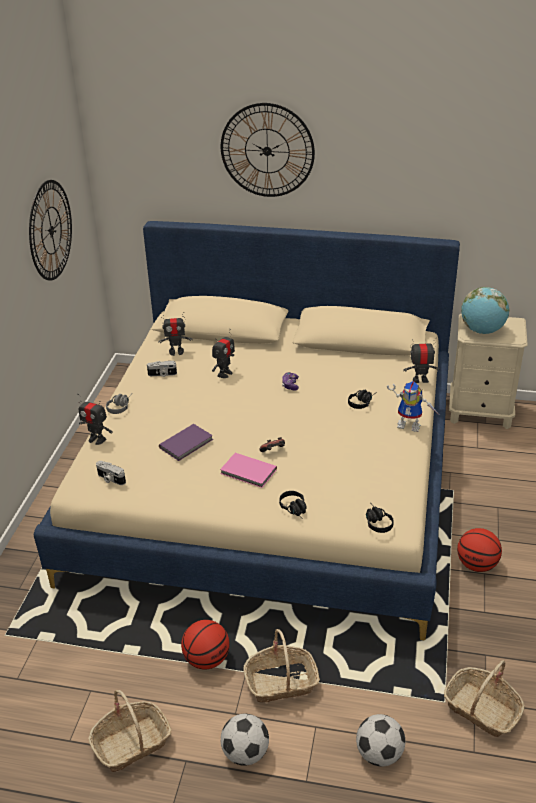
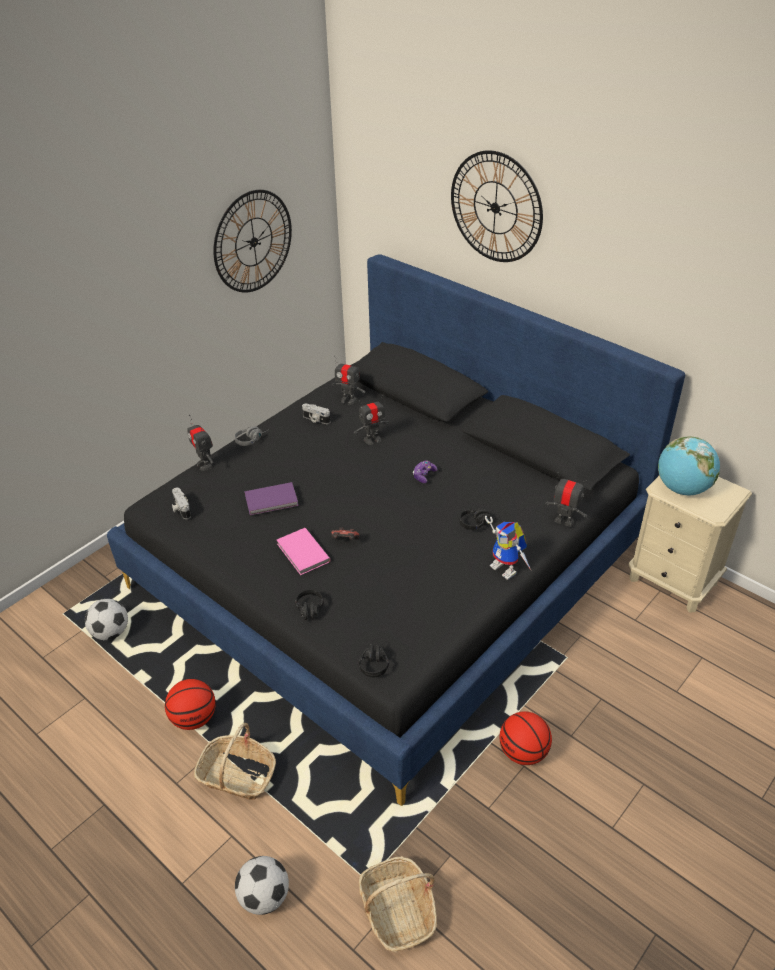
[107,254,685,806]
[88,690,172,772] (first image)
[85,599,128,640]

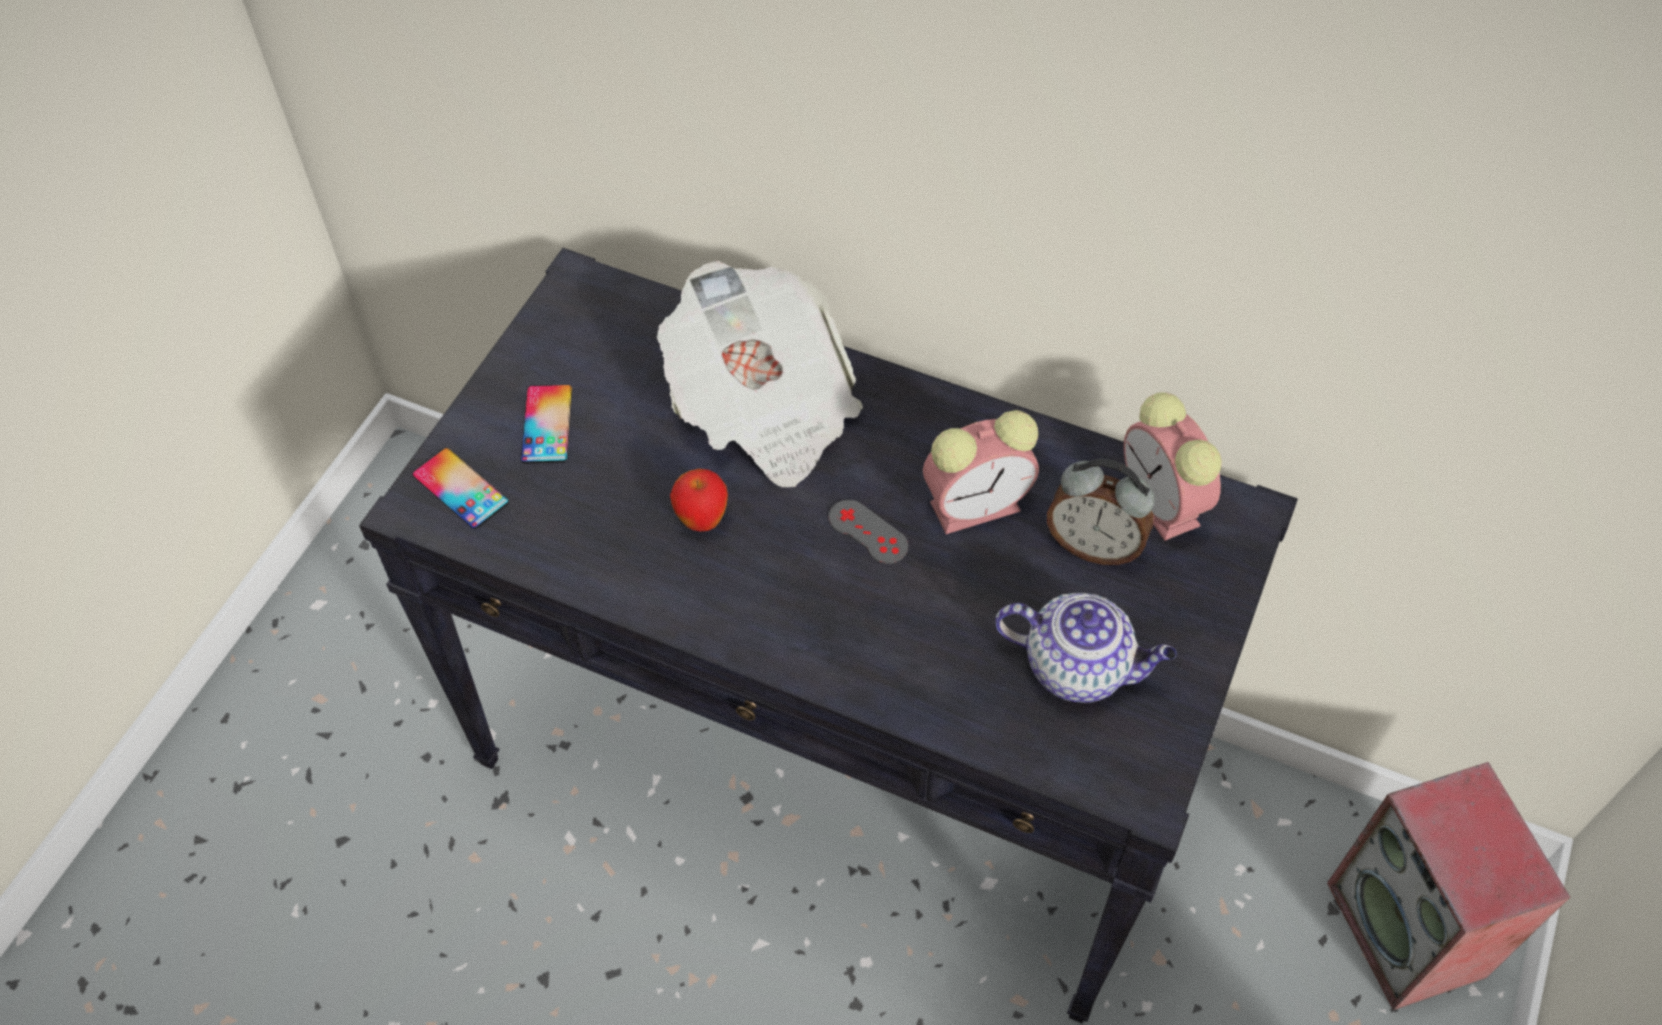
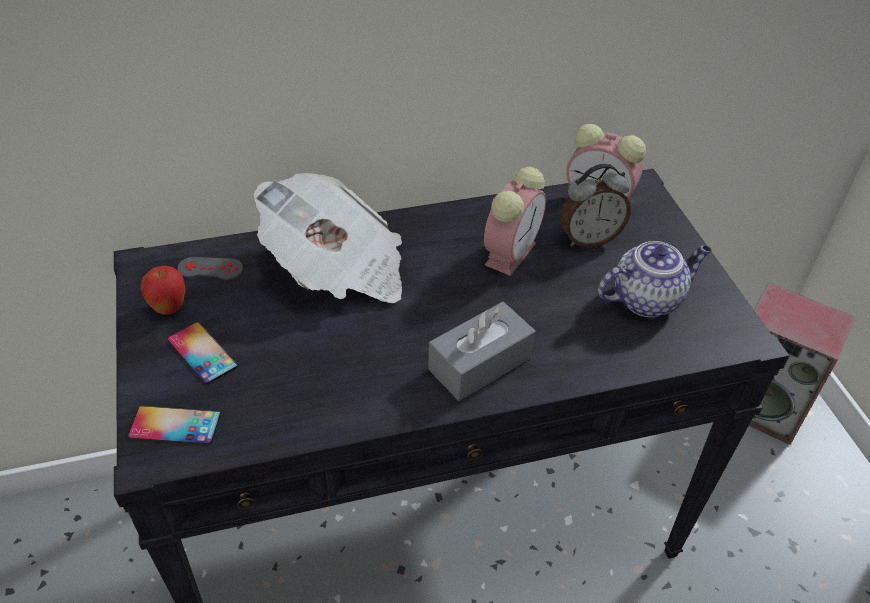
[141,266,185,314]
[177,257,243,280]
[428,302,536,401]

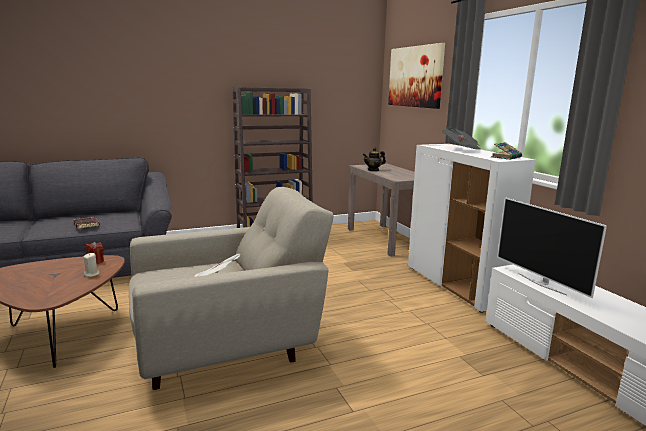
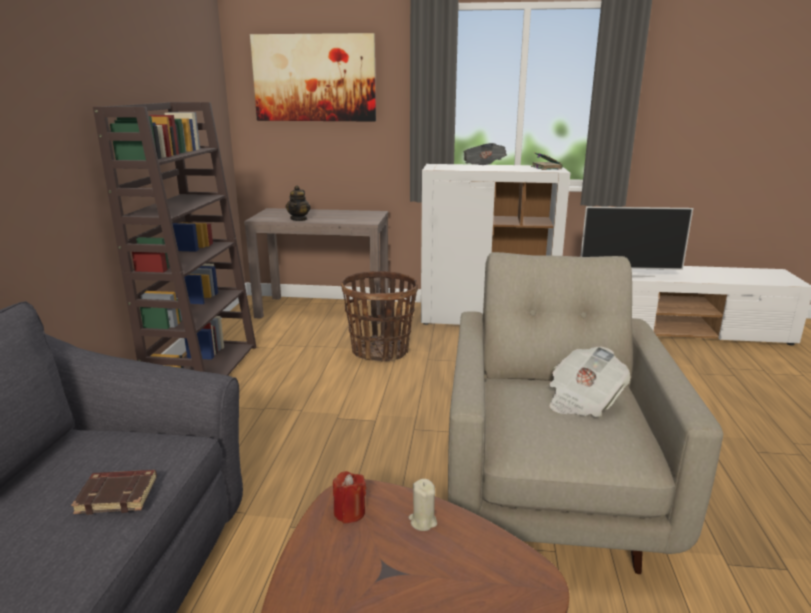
[341,271,418,362]

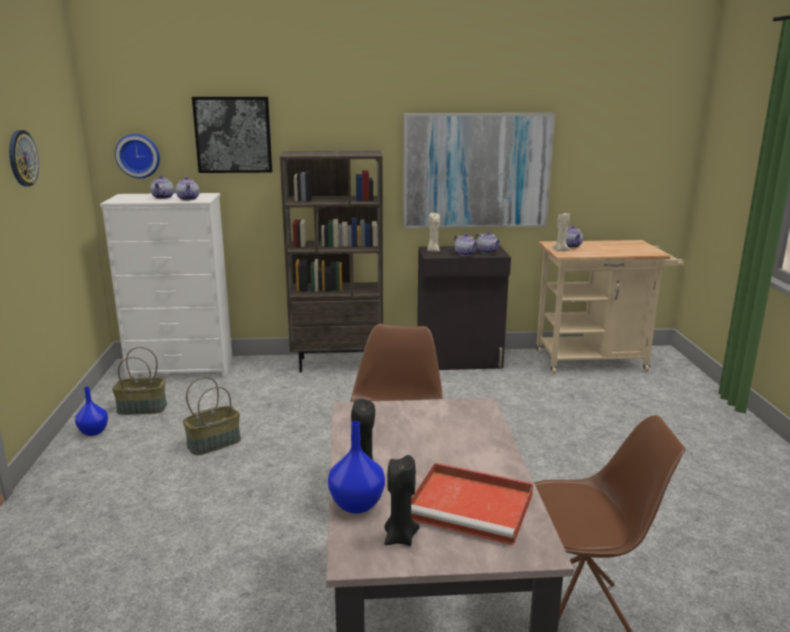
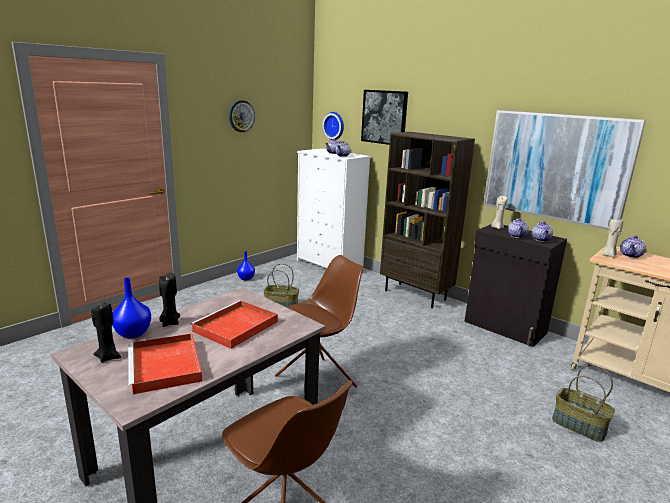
[552,364,615,442]
[191,300,278,349]

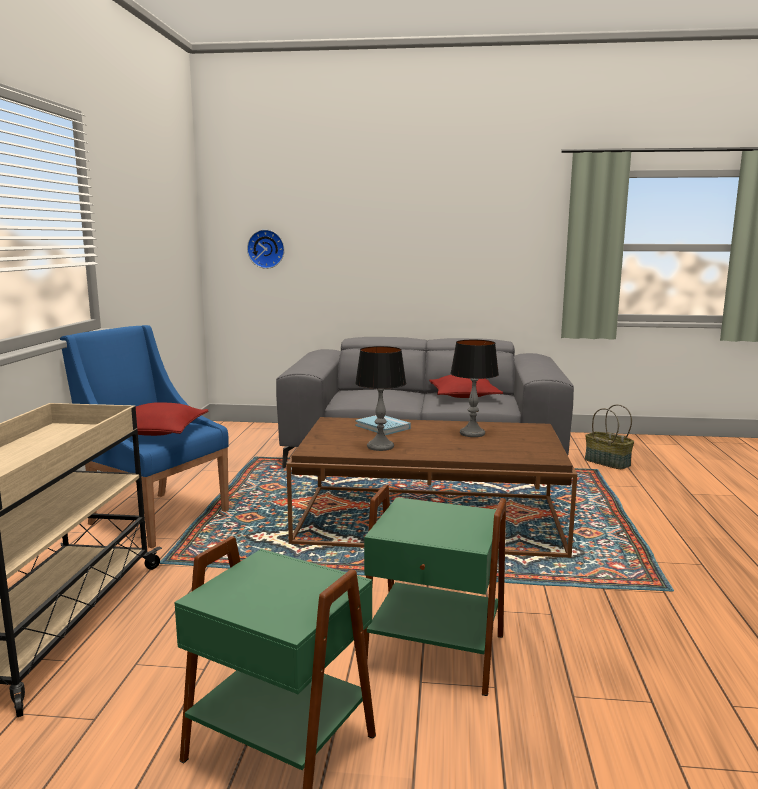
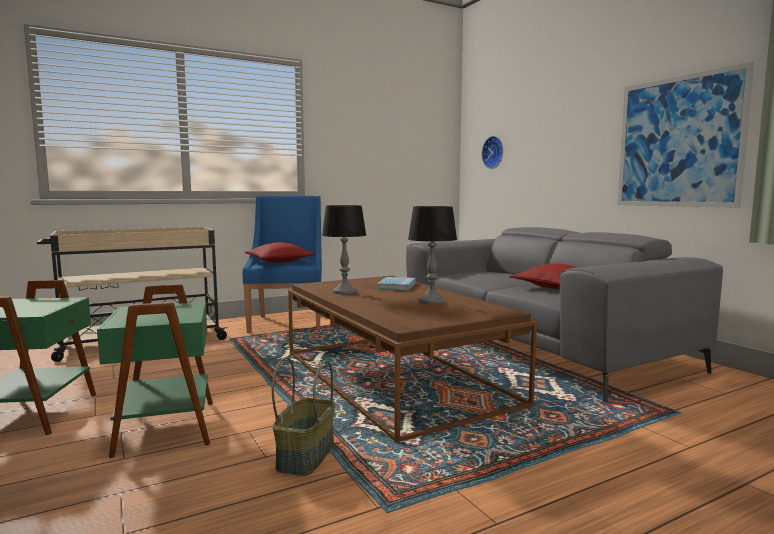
[272,357,335,476]
[617,61,754,208]

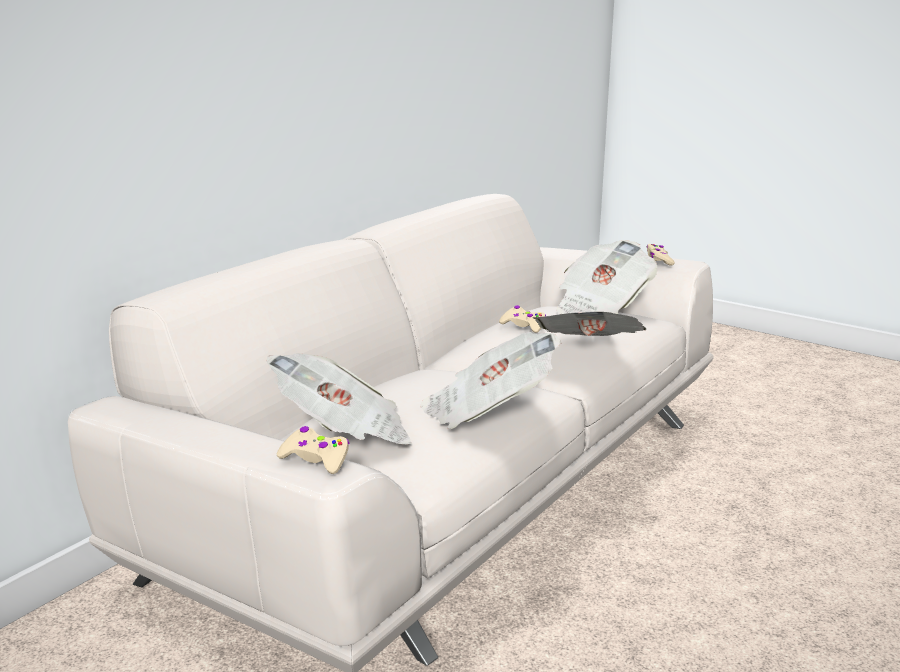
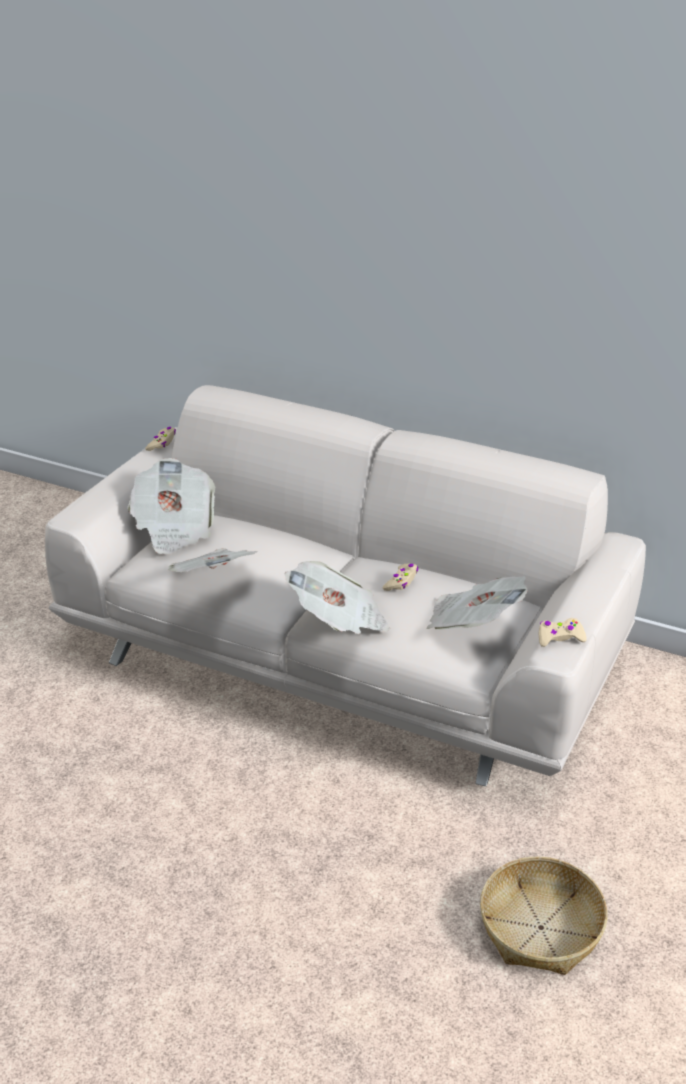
[145,427,176,451]
[480,857,608,975]

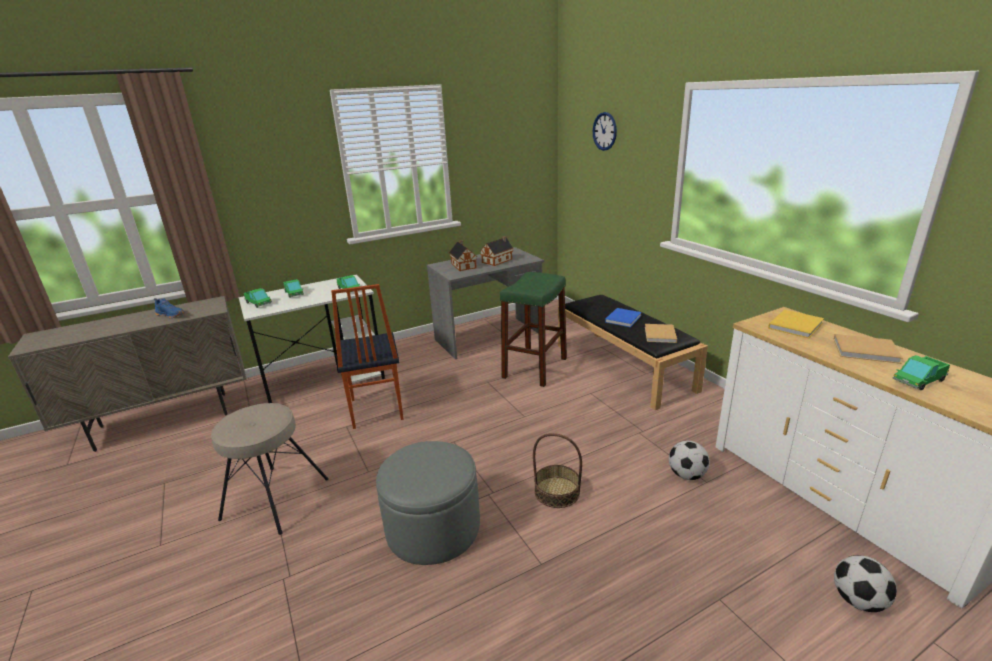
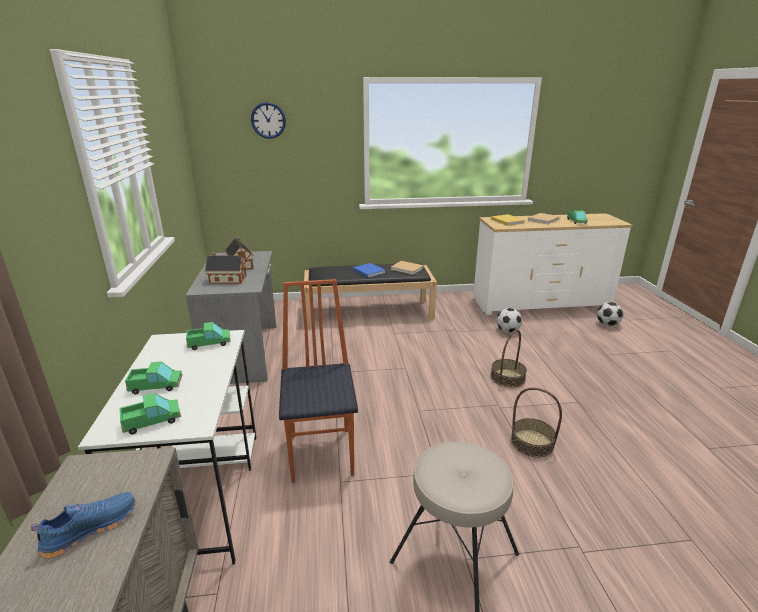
[500,272,567,387] (first image)
[279,279,358,483]
[511,387,562,458]

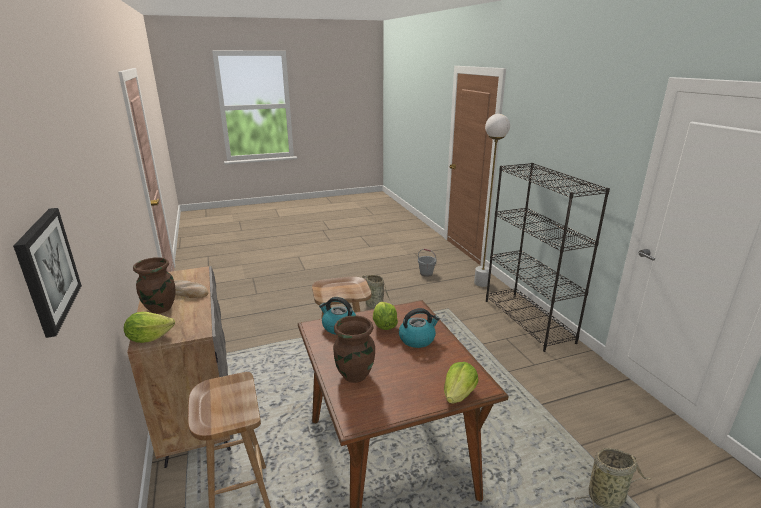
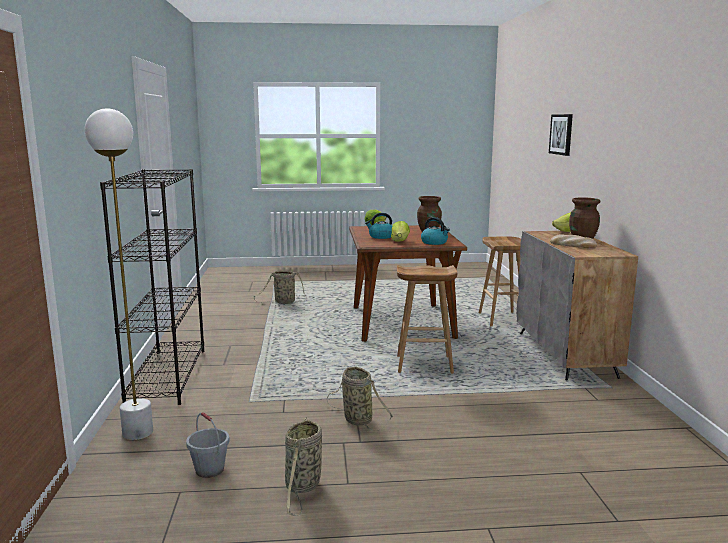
[285,417,322,516]

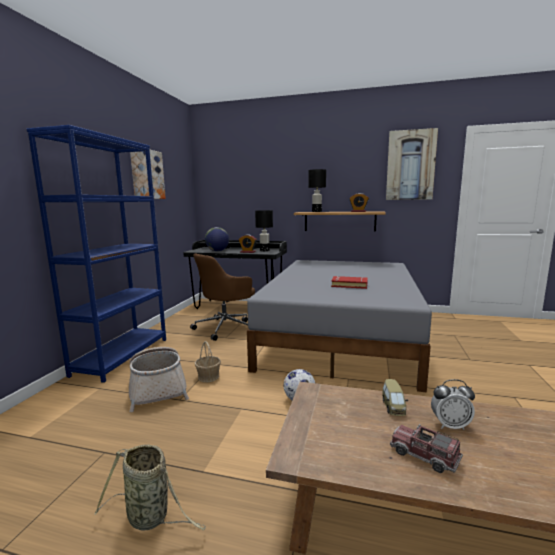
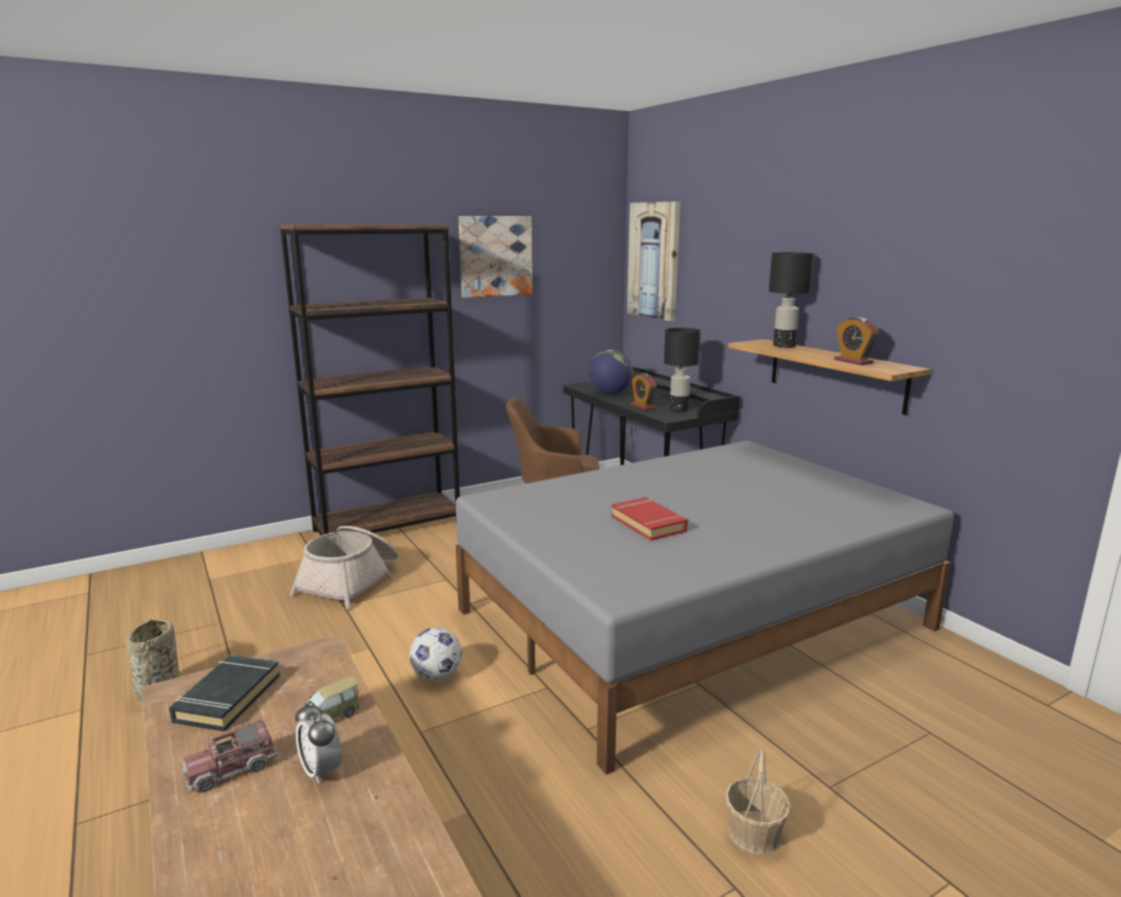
[279,224,460,535]
[627,201,680,321]
[725,749,791,854]
[182,720,278,793]
[169,655,280,731]

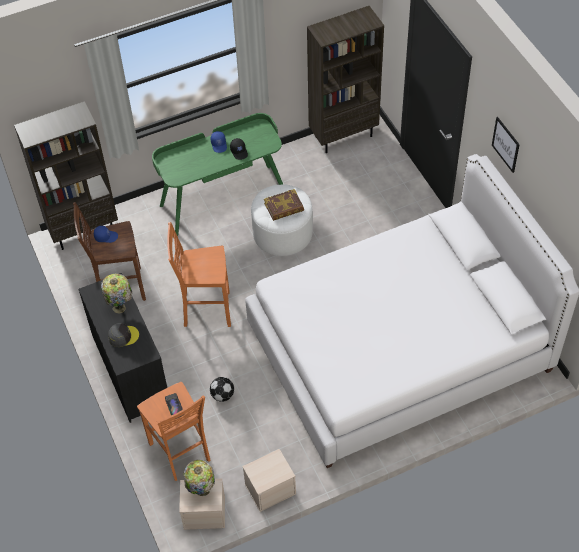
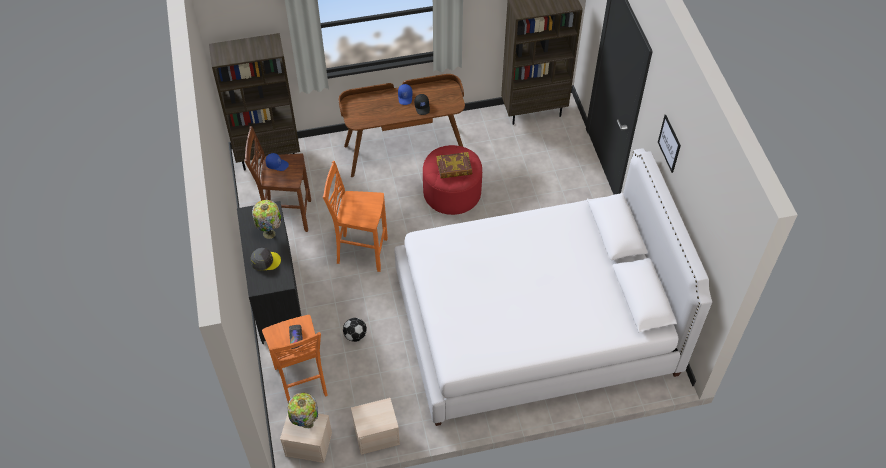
[339,74,465,177]
[423,145,482,215]

